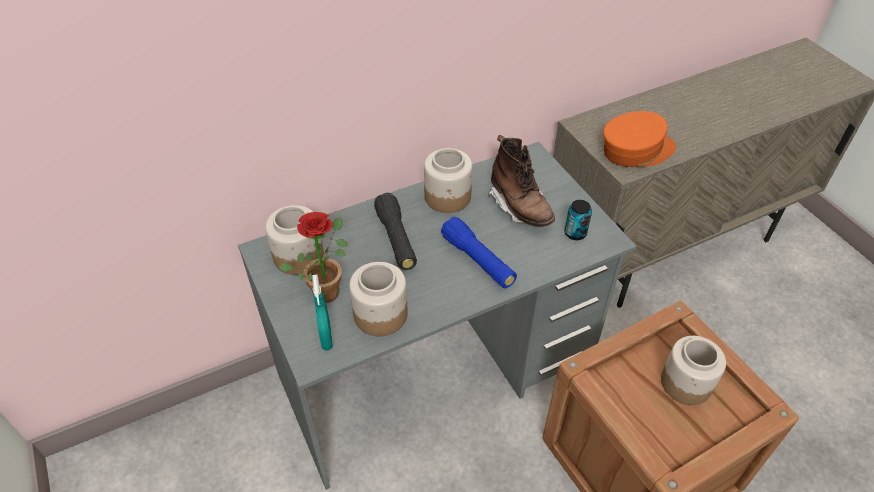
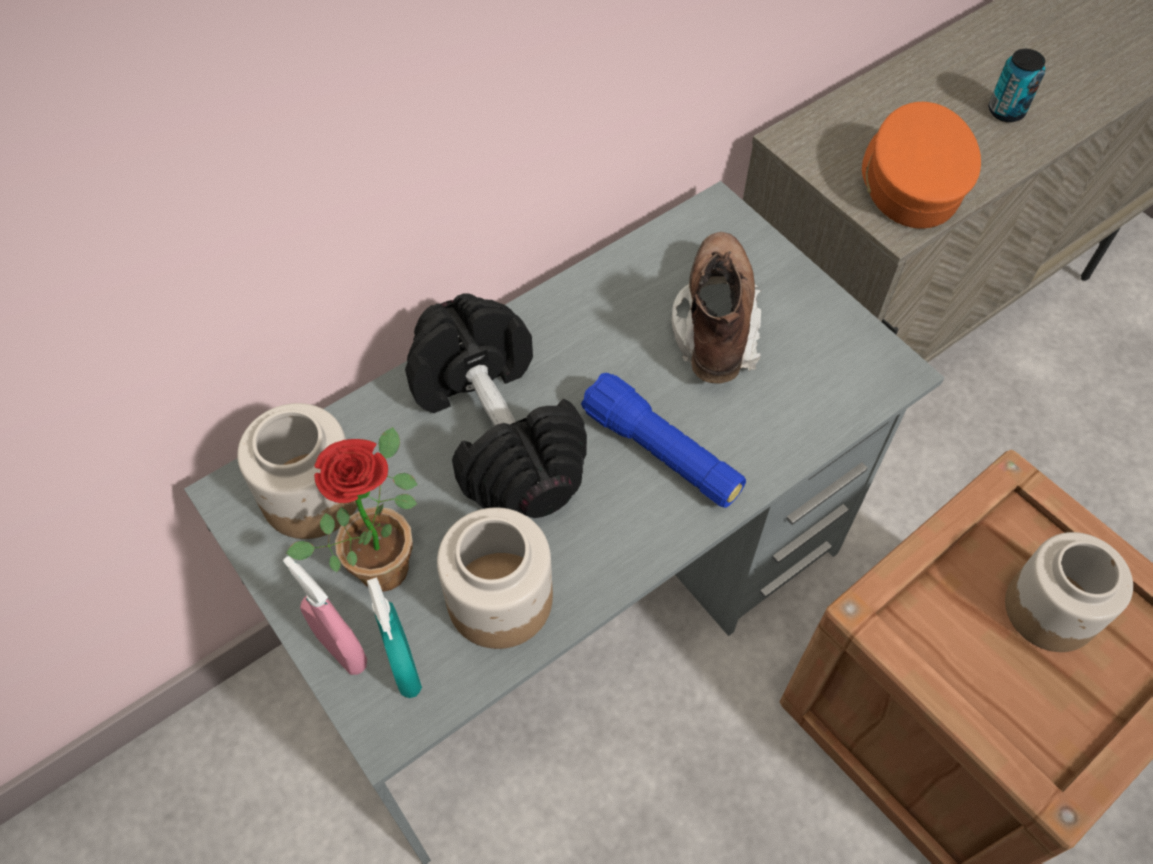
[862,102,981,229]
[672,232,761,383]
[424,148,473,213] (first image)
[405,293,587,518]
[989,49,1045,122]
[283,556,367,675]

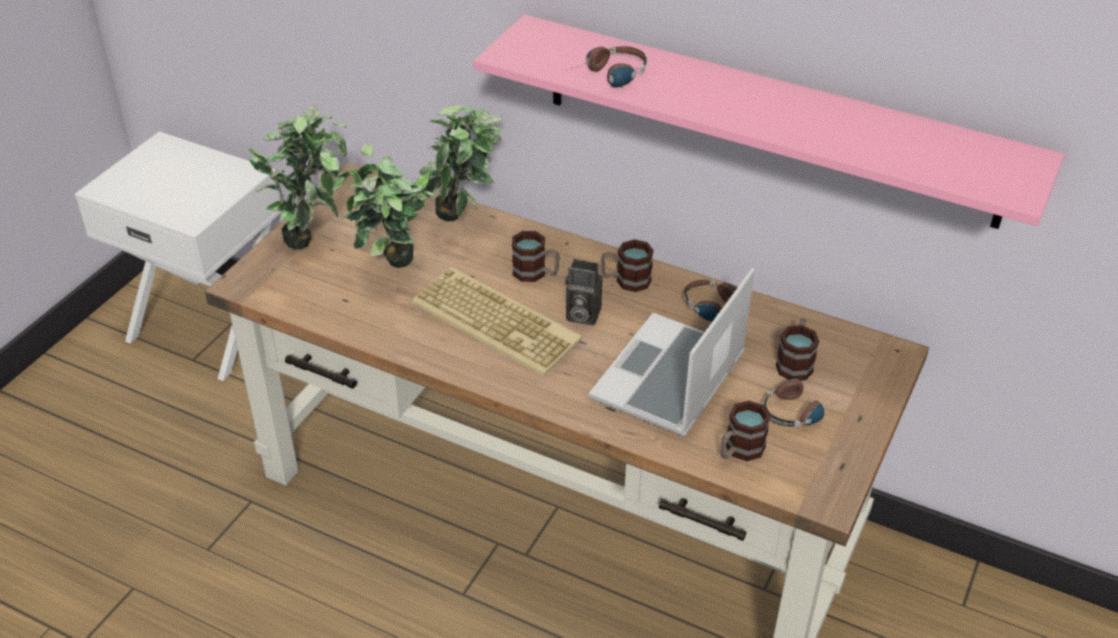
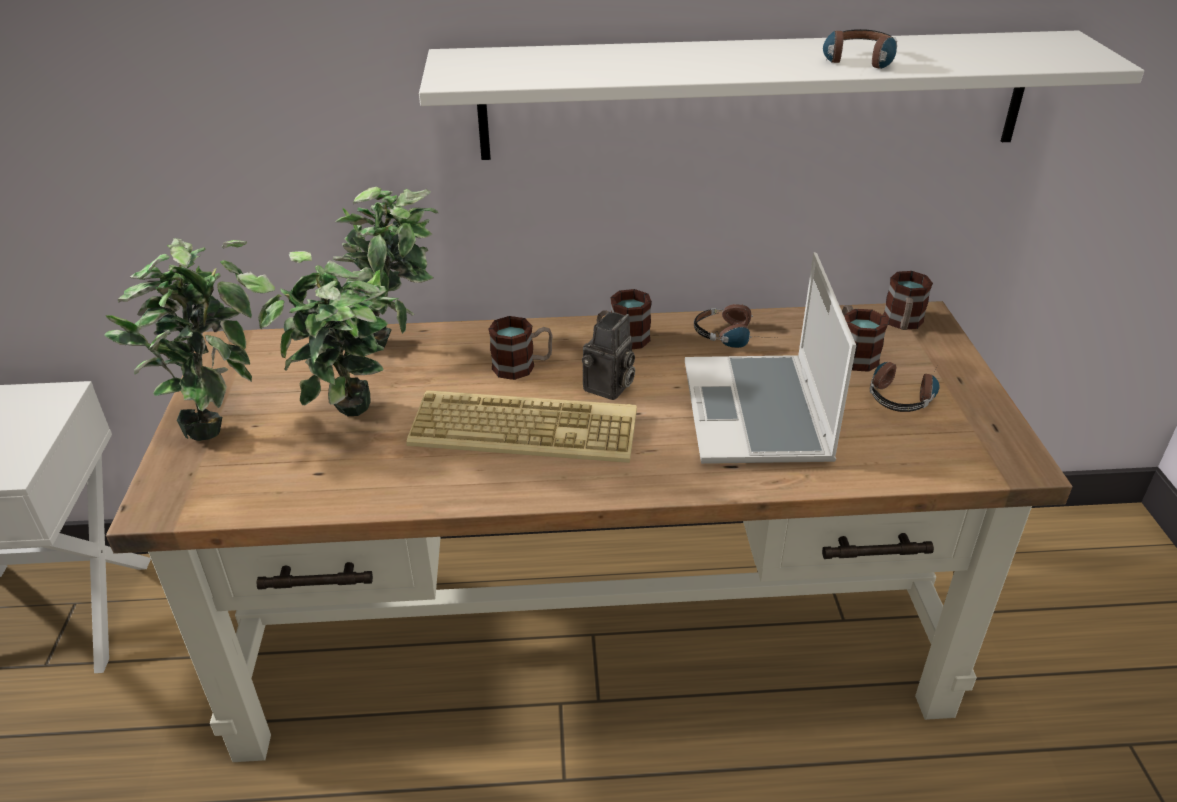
[419,30,1144,160]
[823,29,897,69]
[582,312,635,400]
[883,271,933,330]

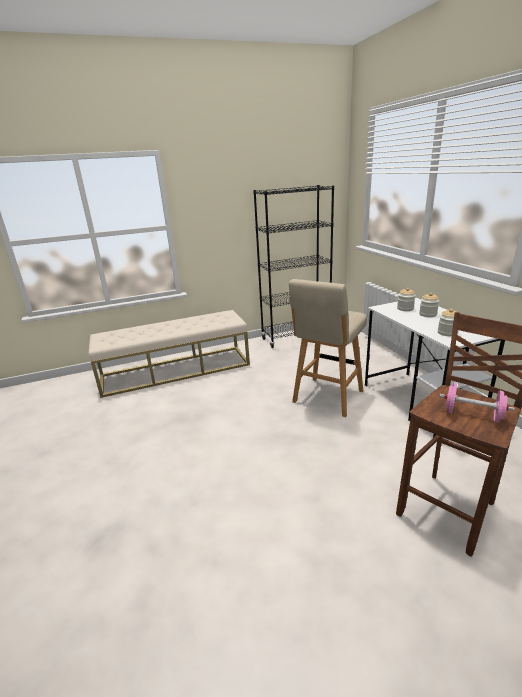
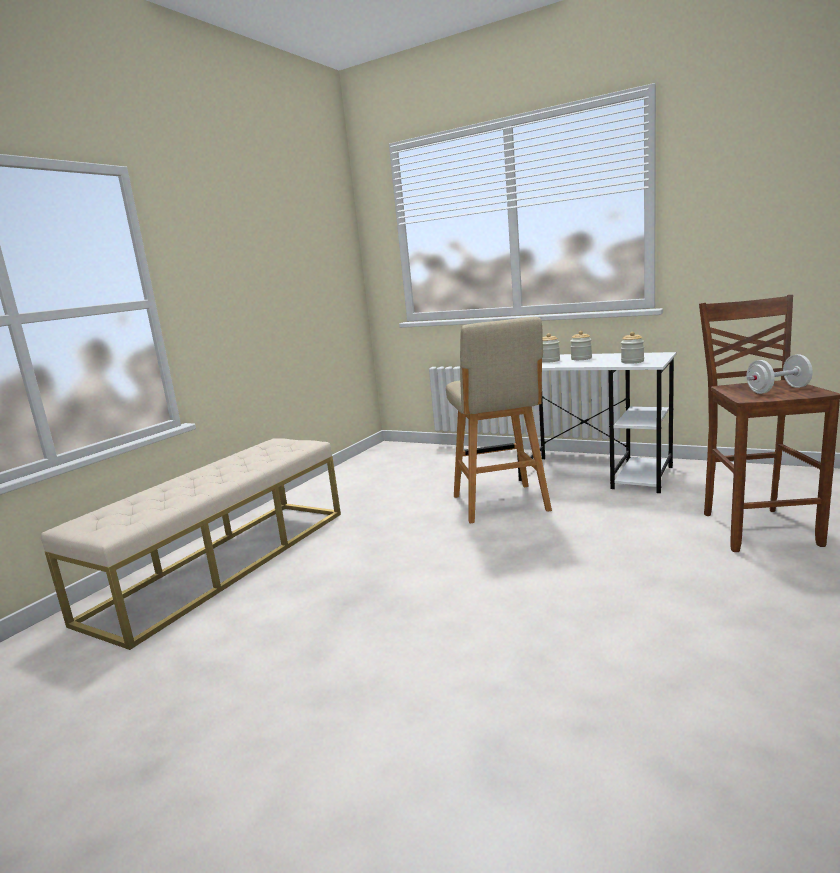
[253,185,334,348] (first image)
[746,354,813,394]

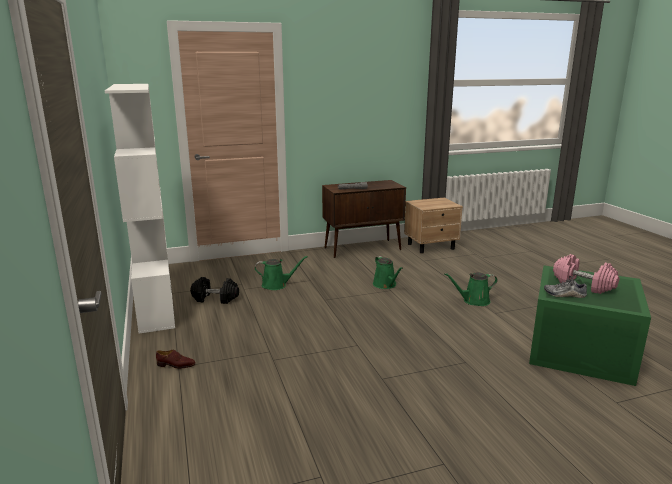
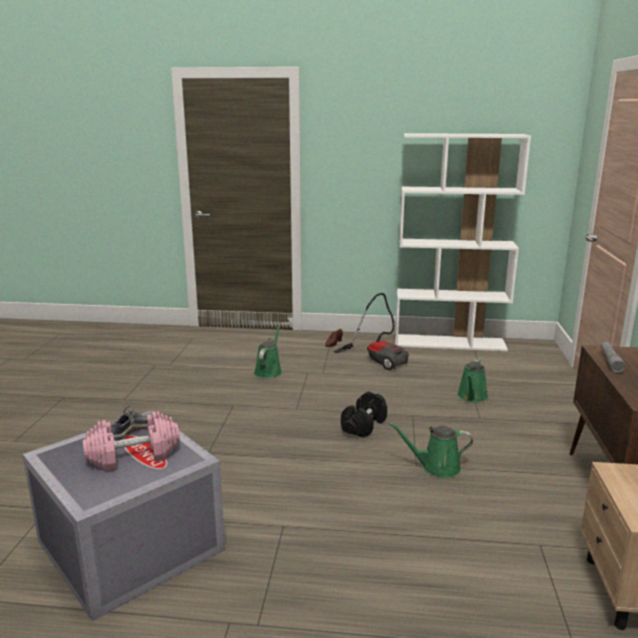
[22,410,225,621]
[254,326,282,378]
[341,392,387,438]
[334,293,409,370]

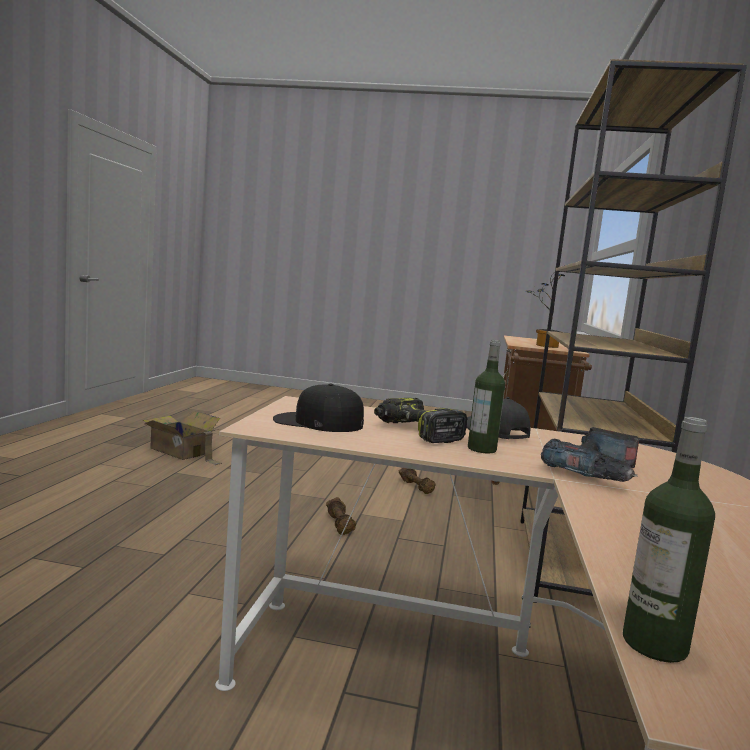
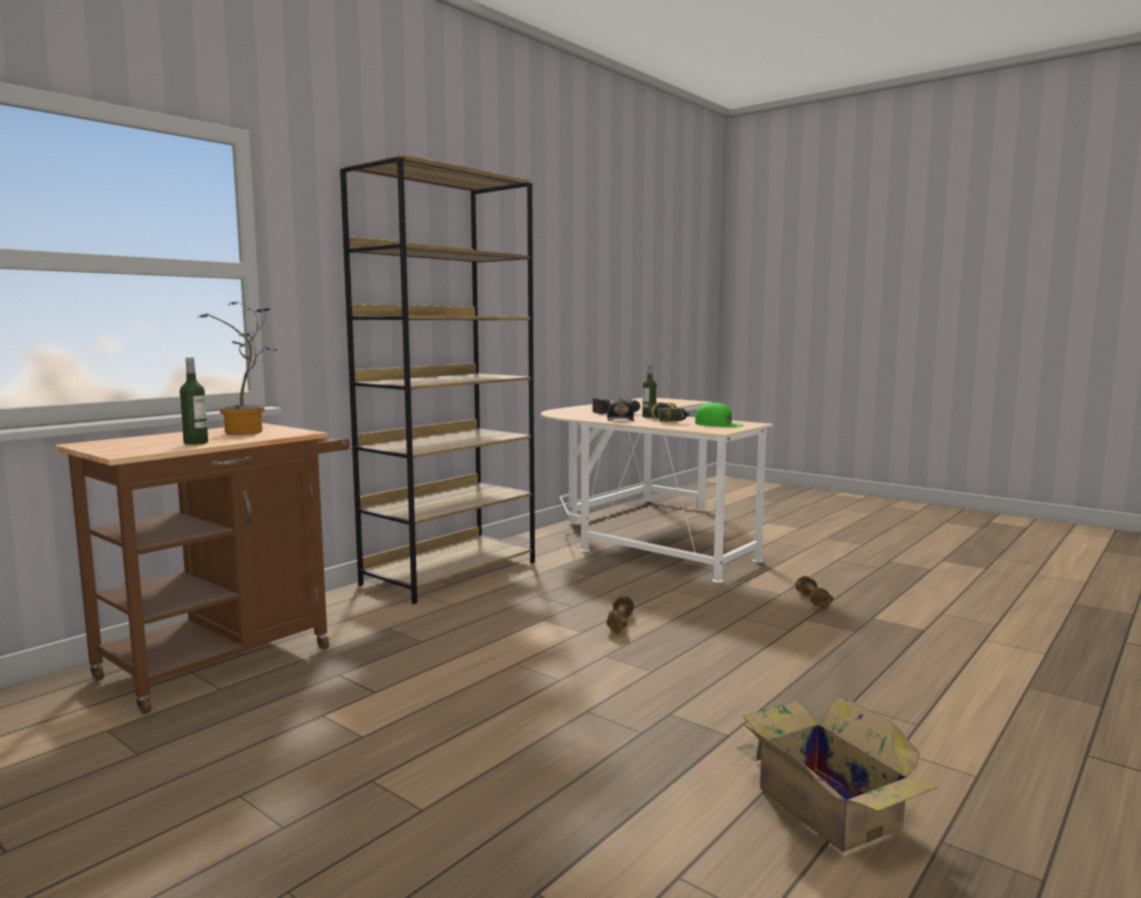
[695,402,744,427]
[180,358,208,445]
[795,576,834,610]

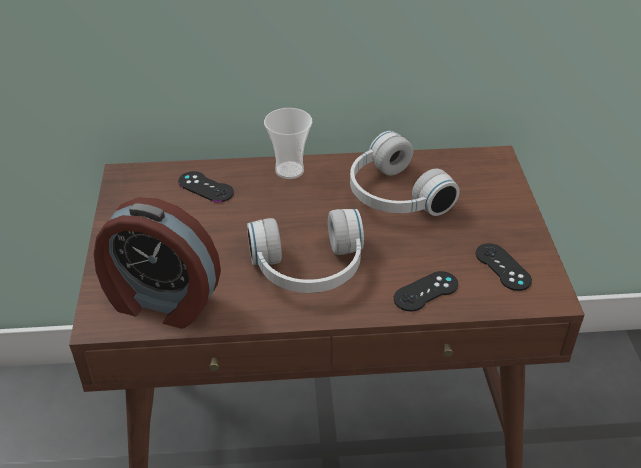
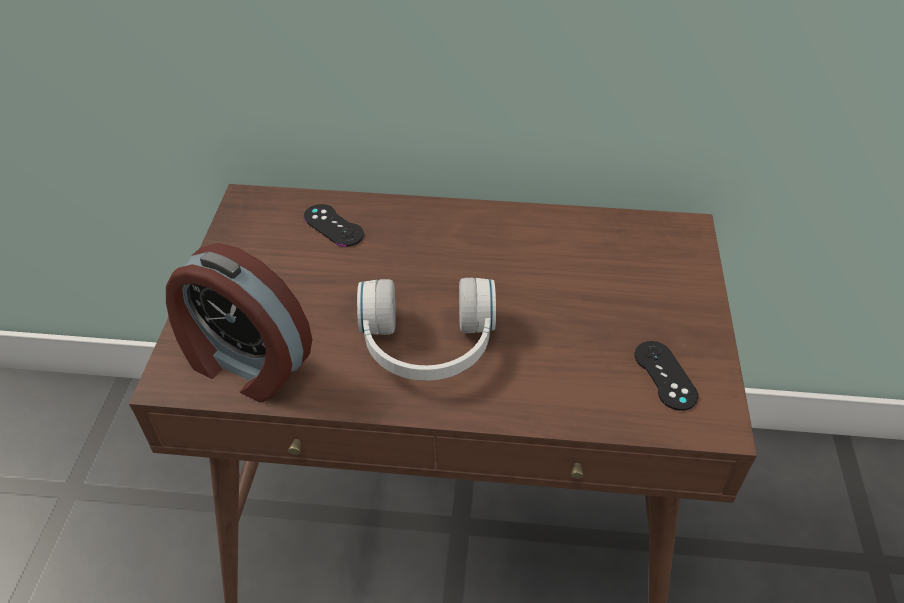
[264,108,312,179] (first image)
[350,131,460,216] (first image)
[393,271,458,312] (first image)

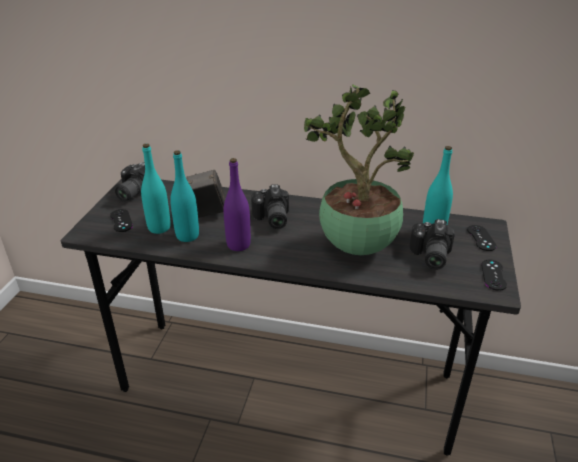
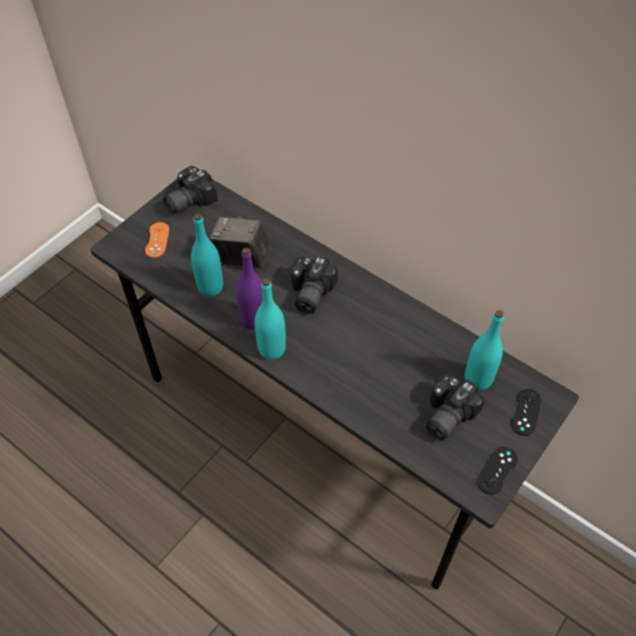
[304,84,414,255] (first image)
[255,278,286,360]
[145,222,169,258]

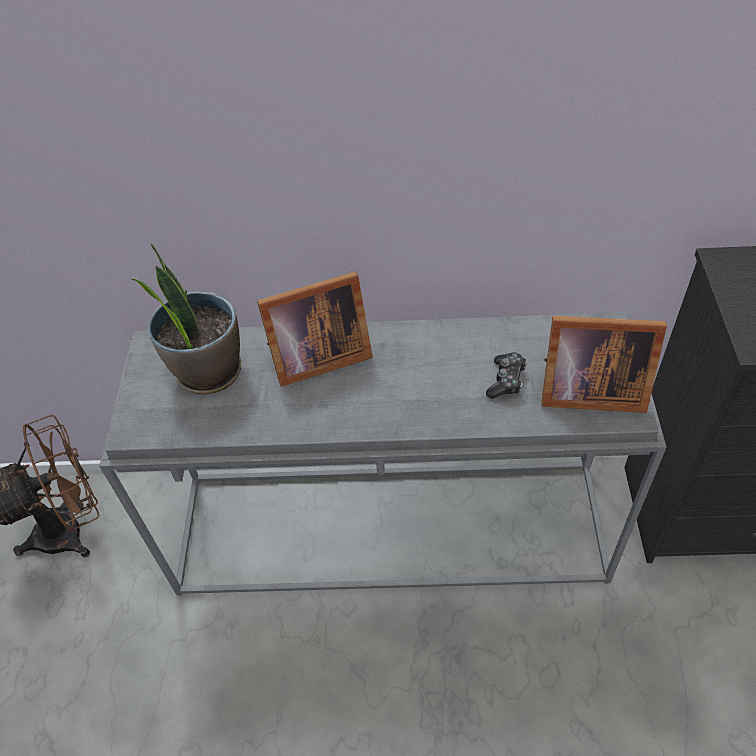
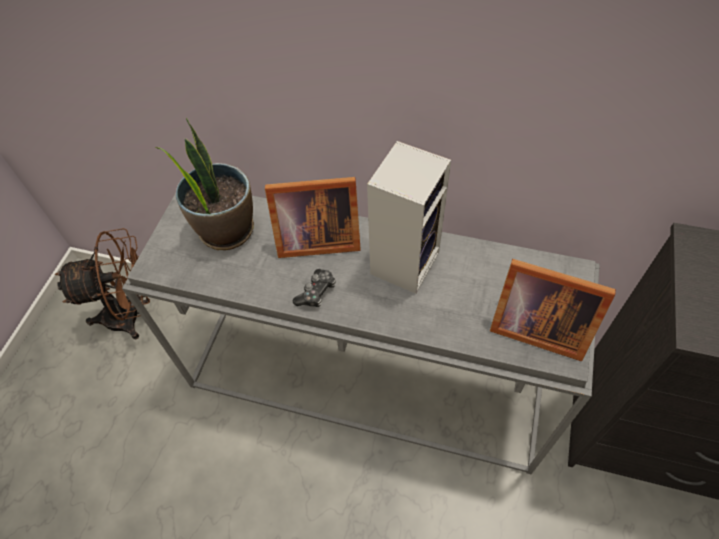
[293,269,336,307]
[367,141,451,294]

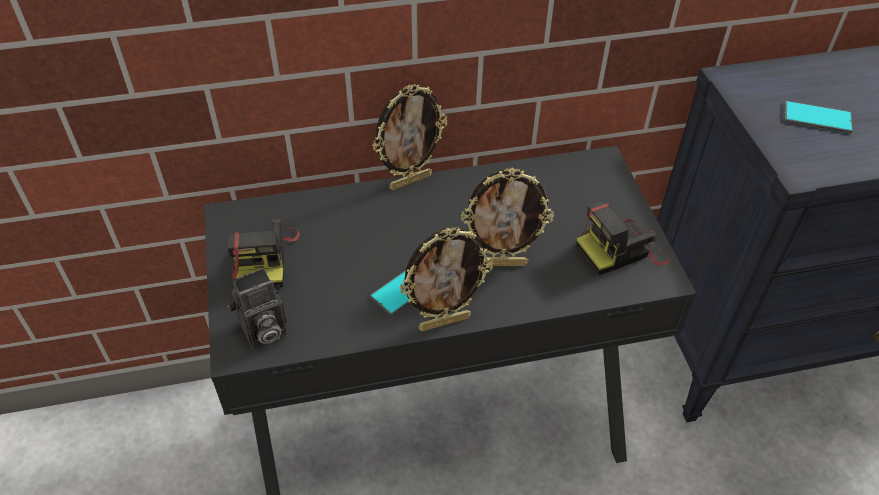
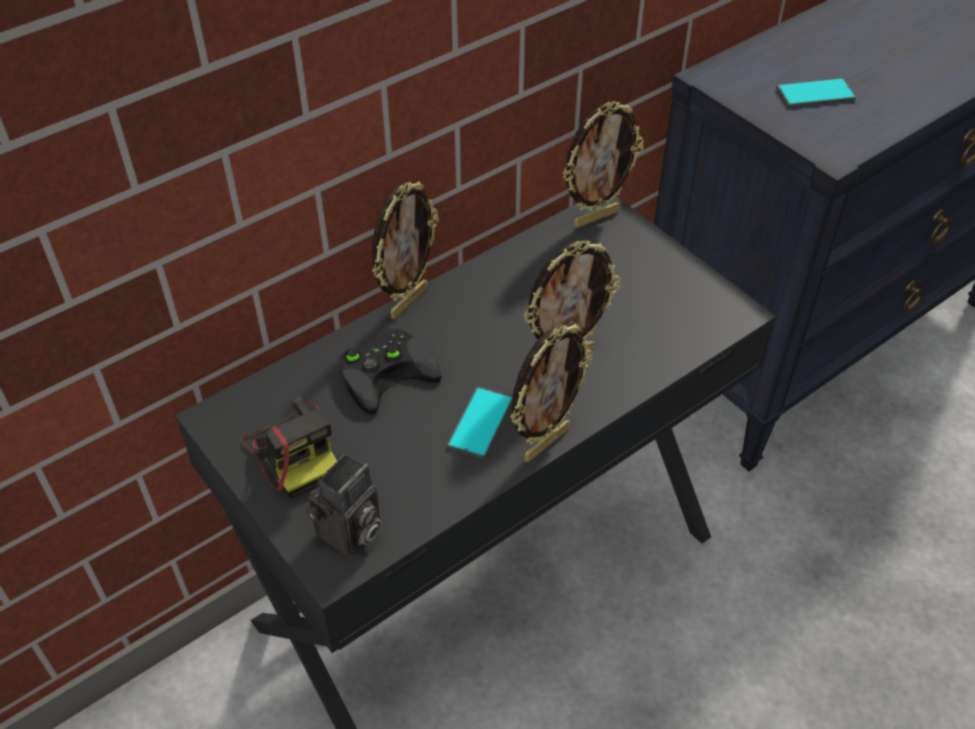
[576,201,670,275] (first image)
[563,101,644,228]
[340,328,441,414]

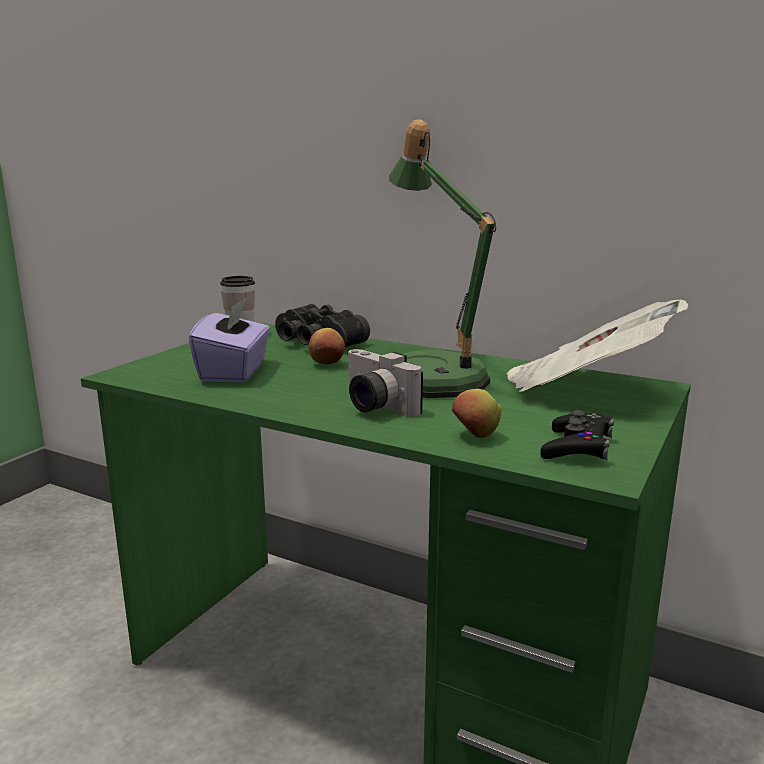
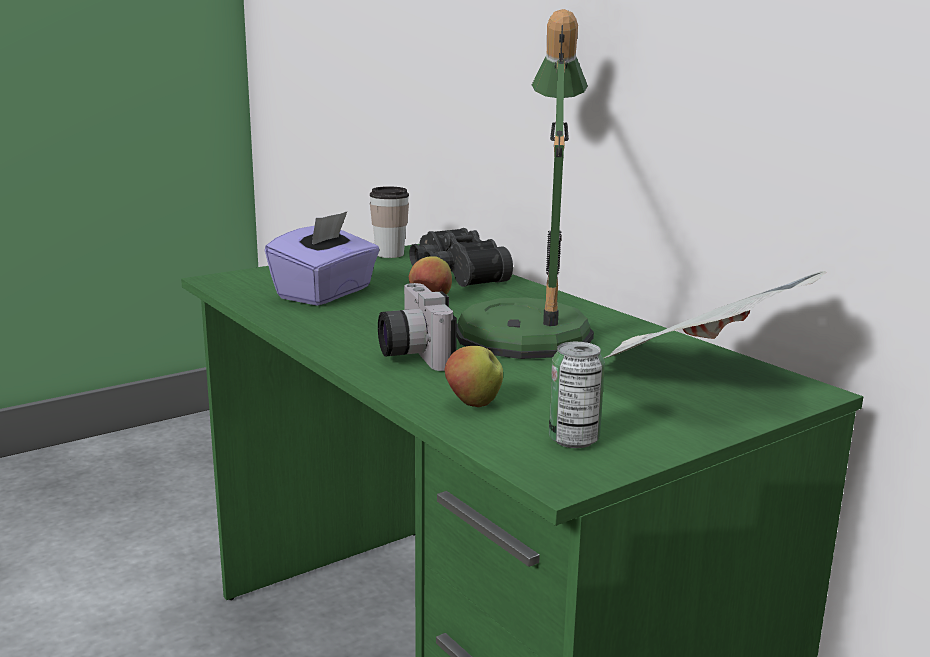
[549,342,605,448]

